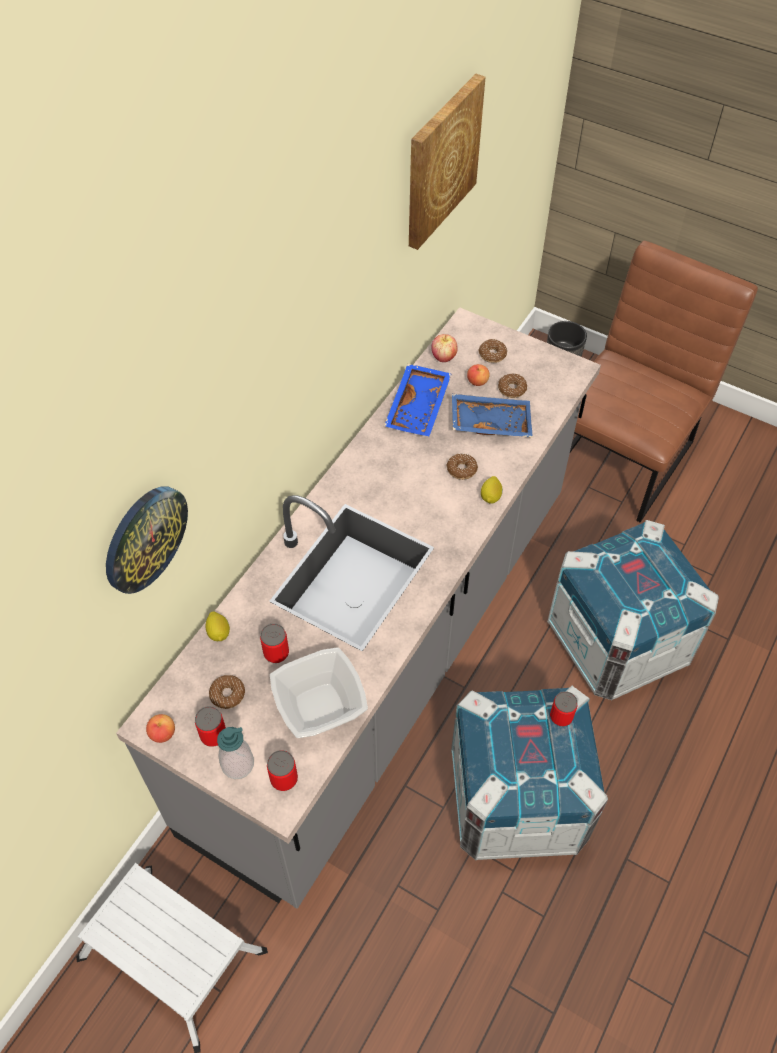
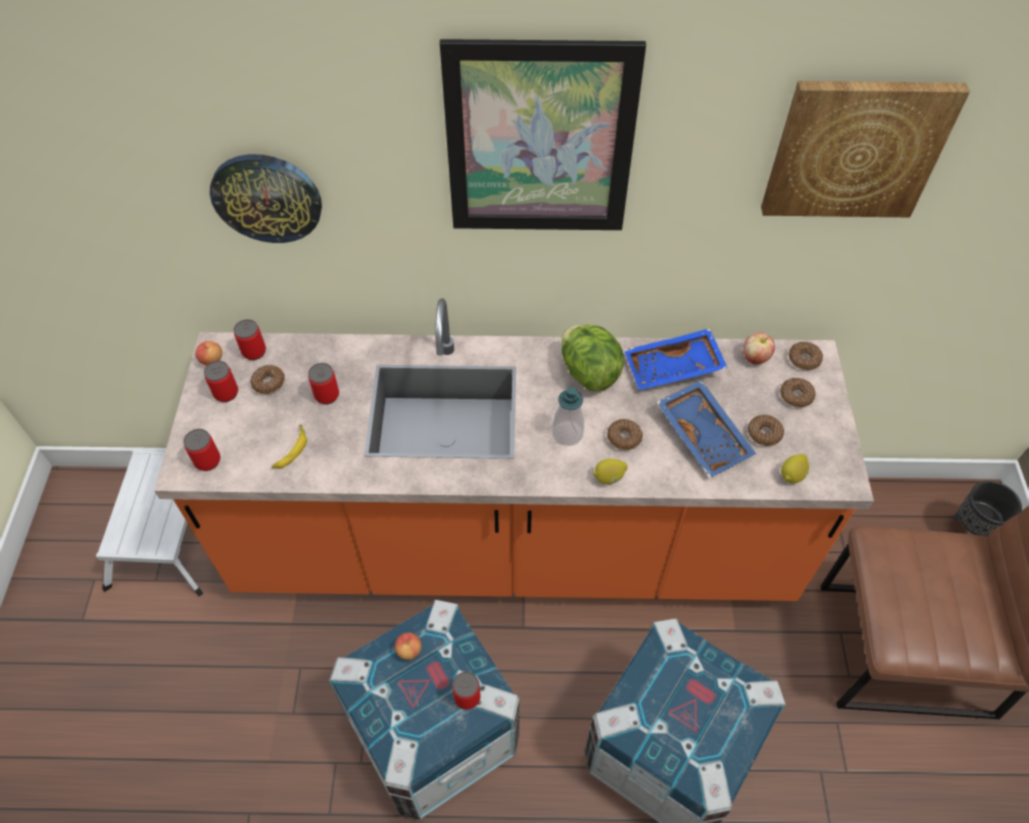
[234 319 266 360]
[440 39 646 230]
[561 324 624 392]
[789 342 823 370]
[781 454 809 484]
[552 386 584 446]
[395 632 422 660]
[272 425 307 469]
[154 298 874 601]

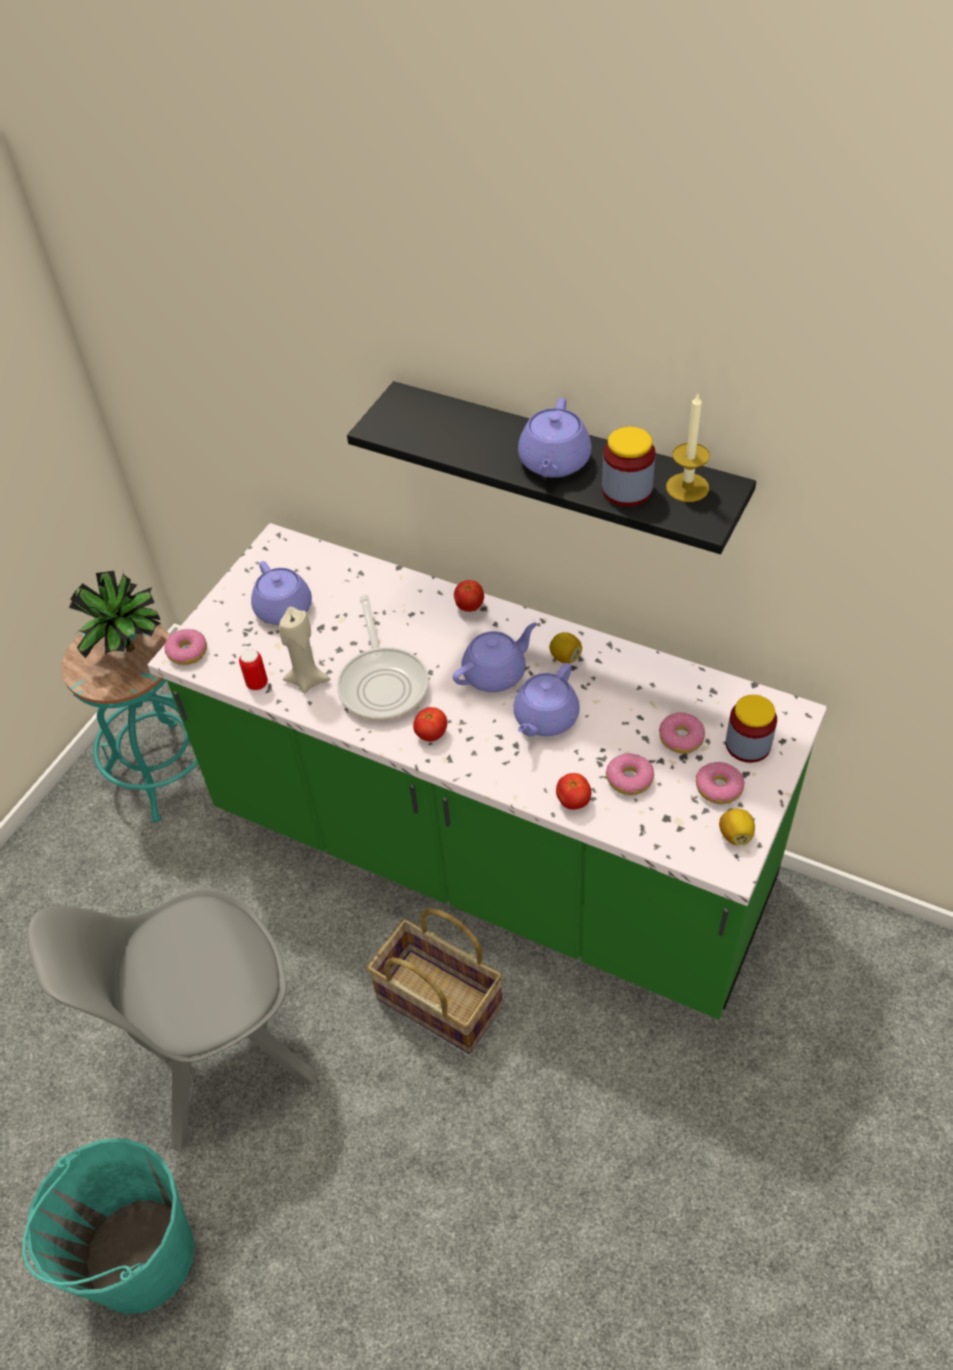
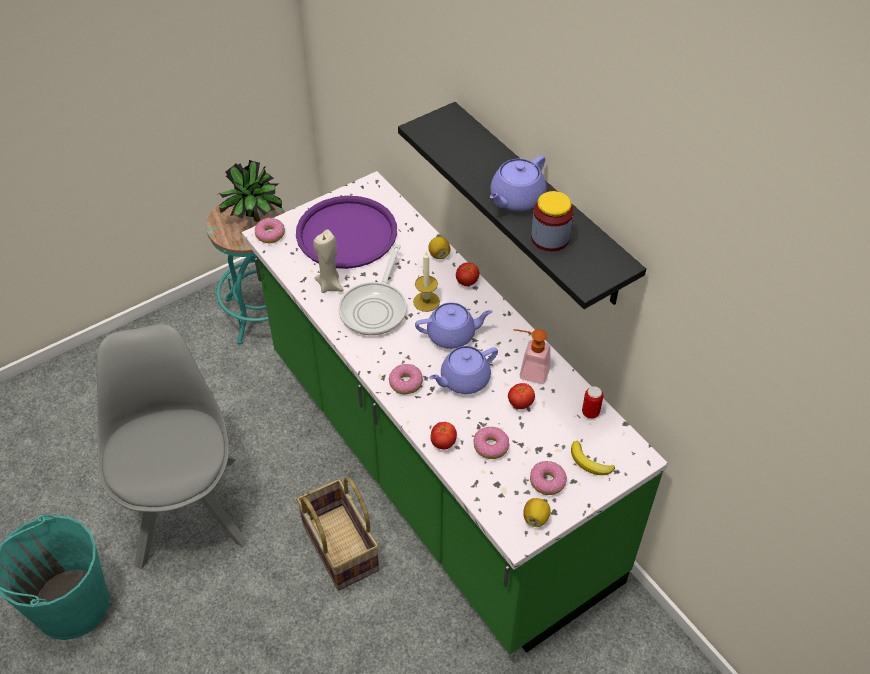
[514 329 550 384]
[582 386 603 419]
[508 383 535 409]
[428 237 450 259]
[389 364 423 394]
[413 252 440 312]
[296 196 397 269]
[571 441 615 475]
[97 324 247 569]

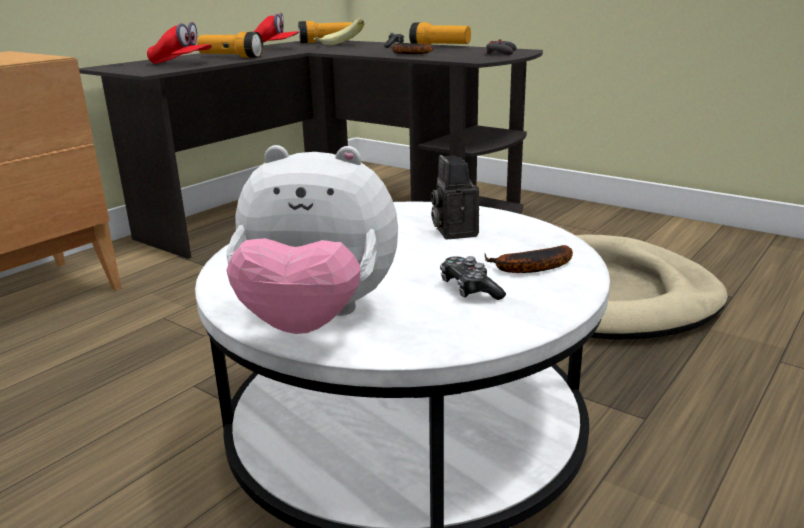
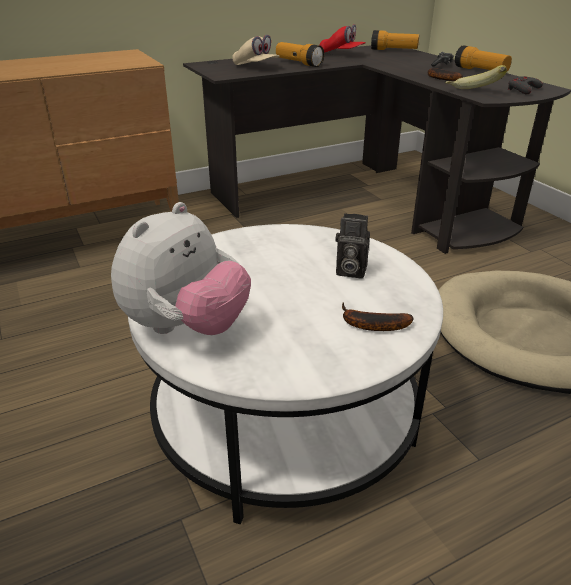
[440 256 506 300] (first image)
[446 65 507 89]
[232 35 279 65]
[111 202 251 335]
[335 213 370 279]

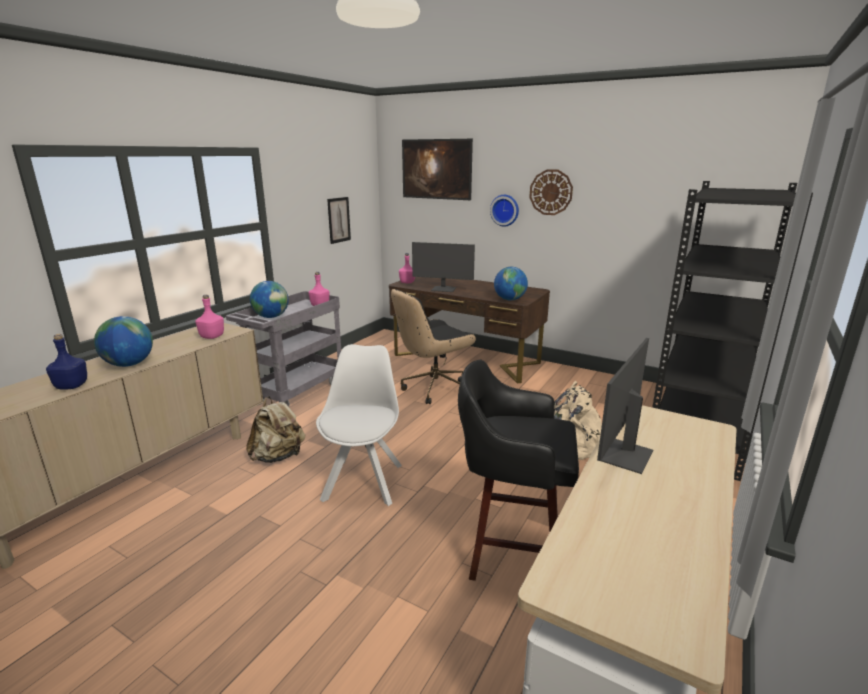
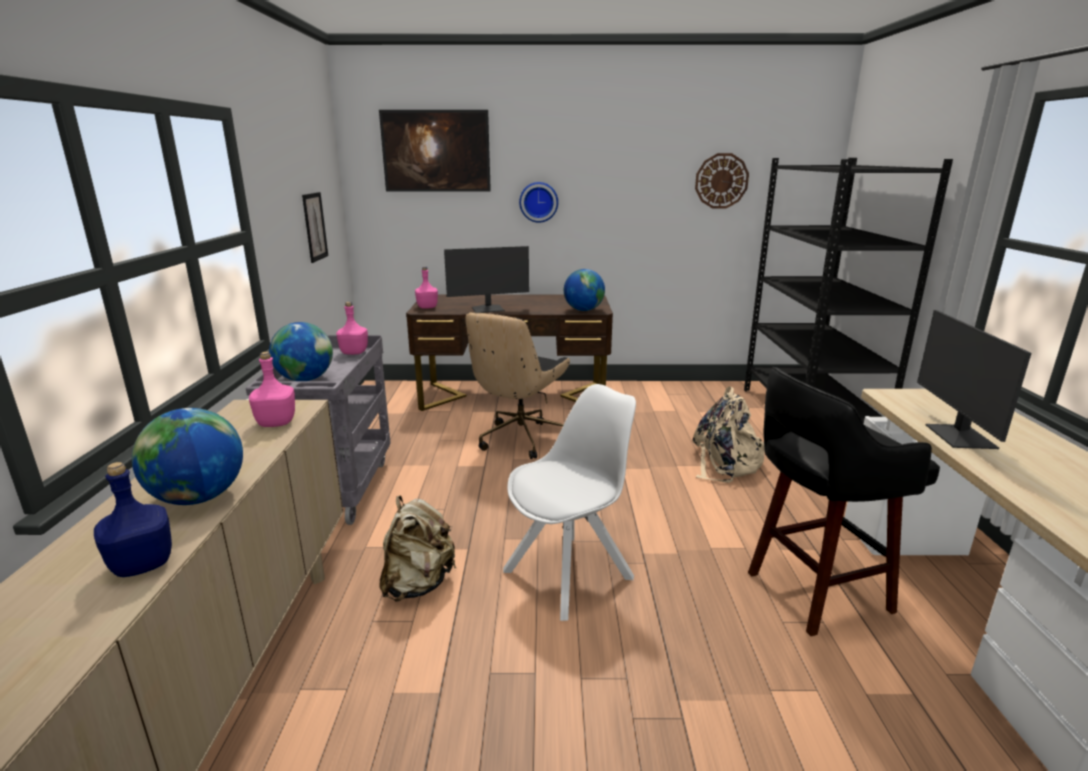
[695 153 749 209]
[503 384 636 621]

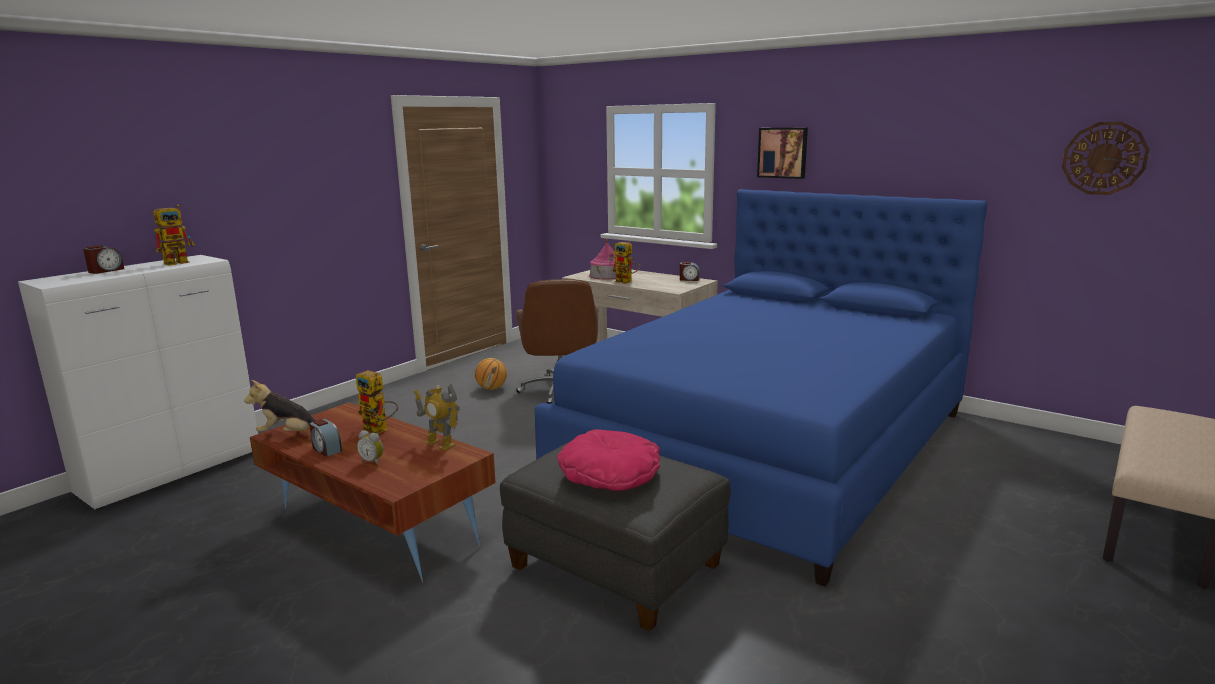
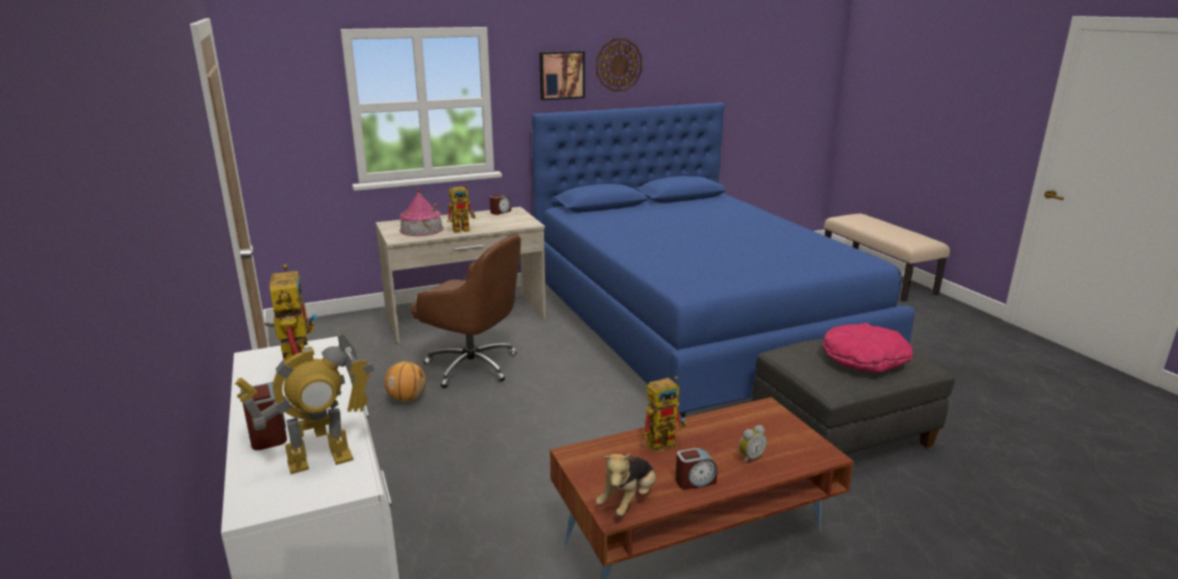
[235 330 374 474]
[596 38 642 92]

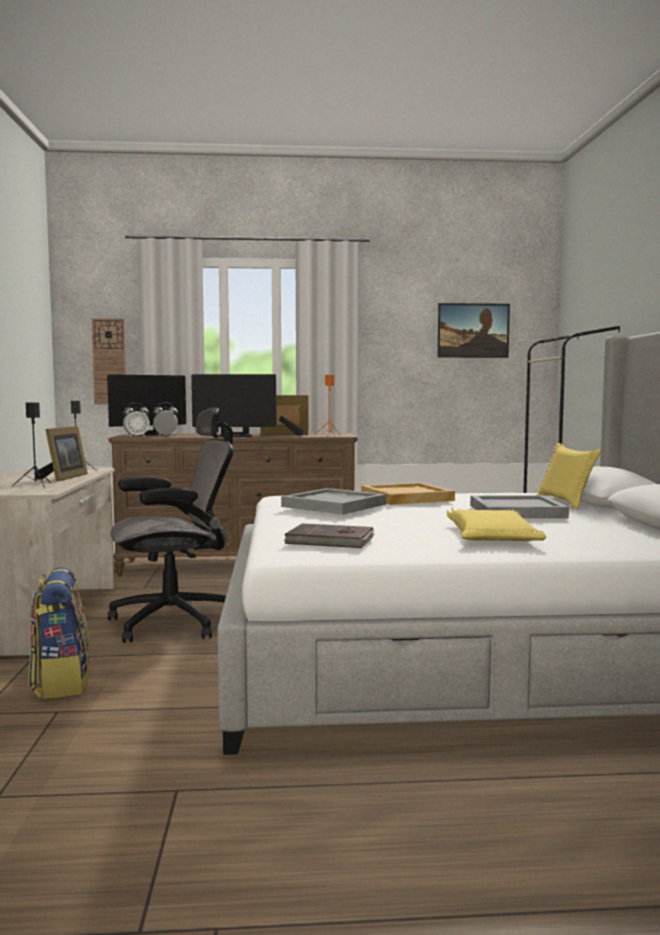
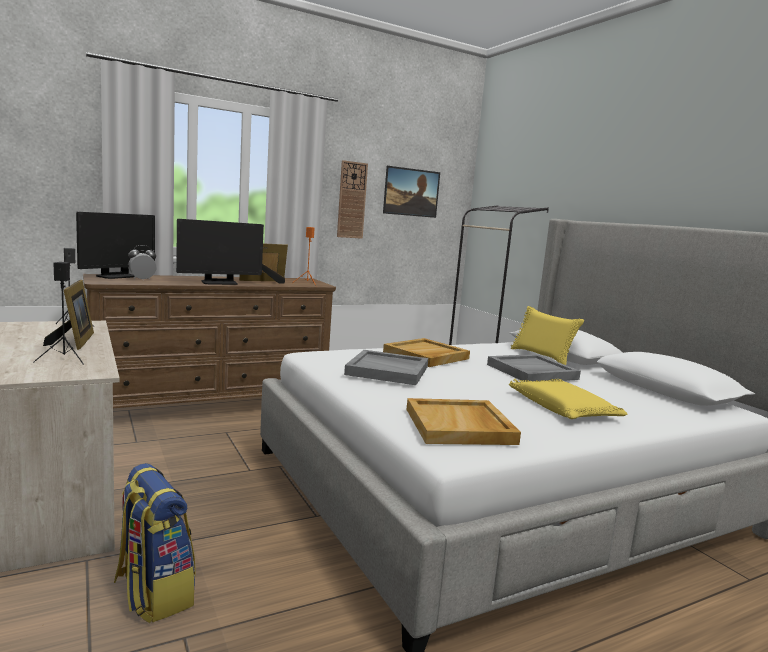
[108 407 234 643] (first image)
[123 403 150 437] (first image)
[337 160 368 239]
[406 398 521 445]

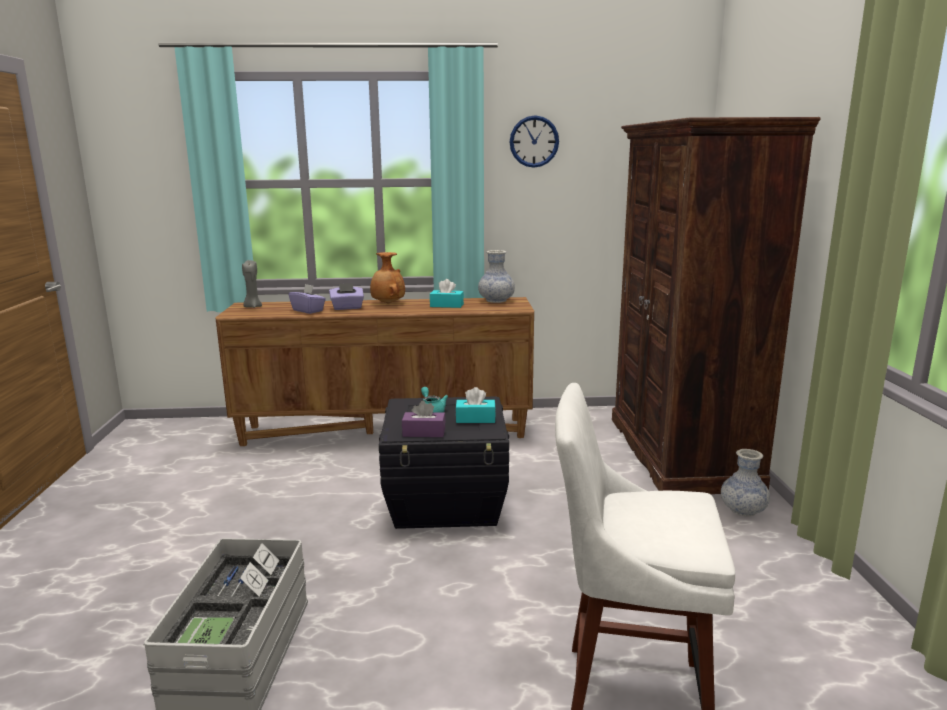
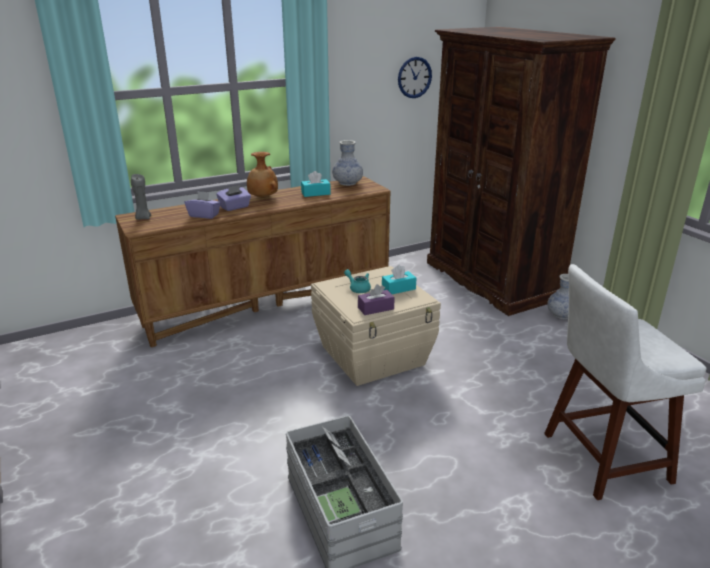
[398 57 432 98]
[311 266 441 386]

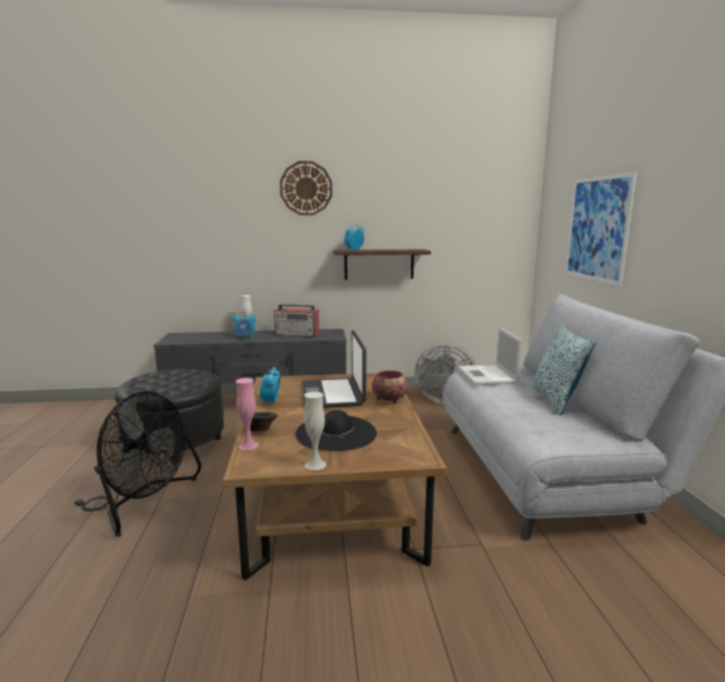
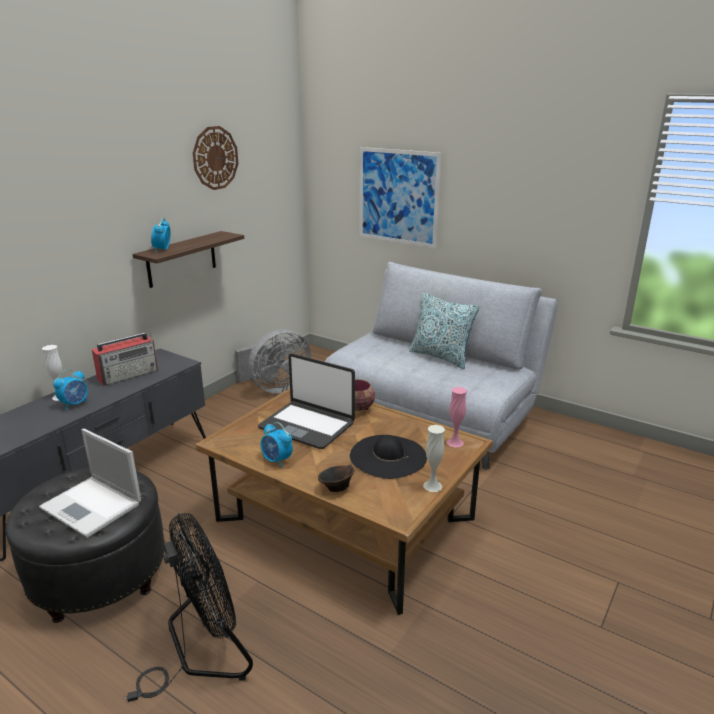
[447 387 467 447]
[193 126 238 190]
[39 429 141 538]

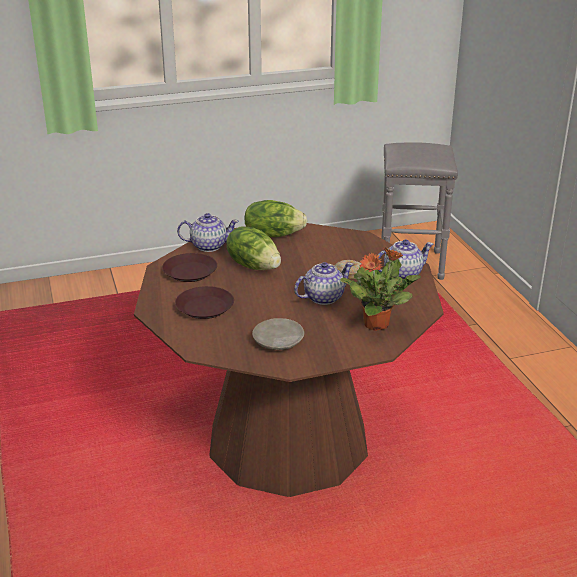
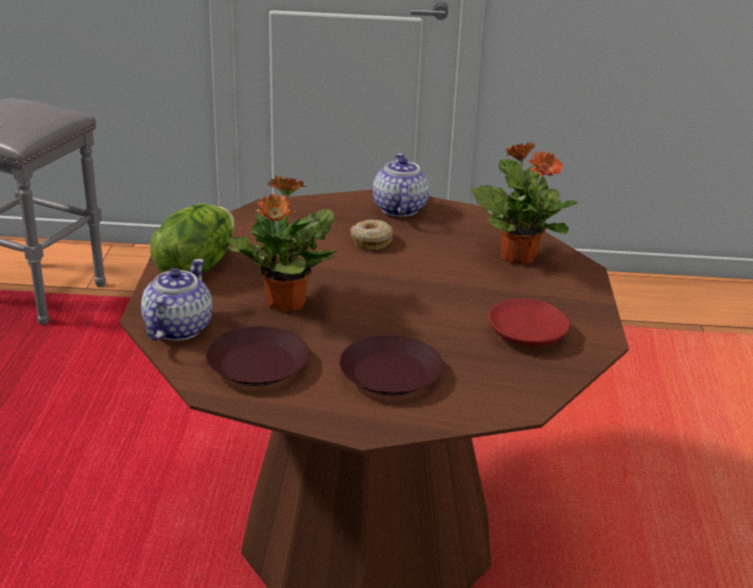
[294 262 354 305] (first image)
[227 175 336 312]
[489 298 570 346]

